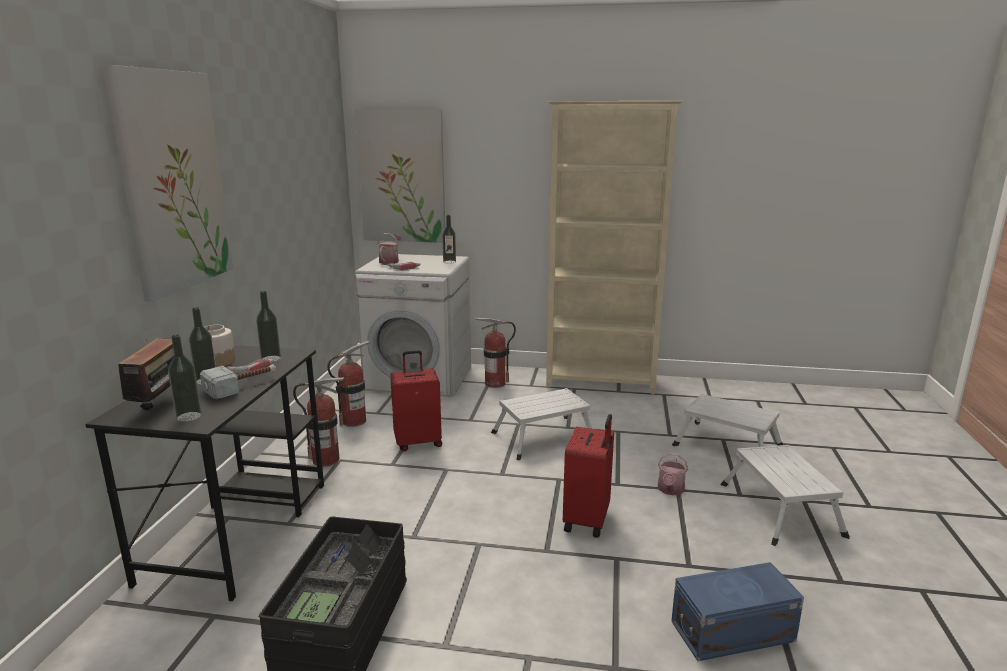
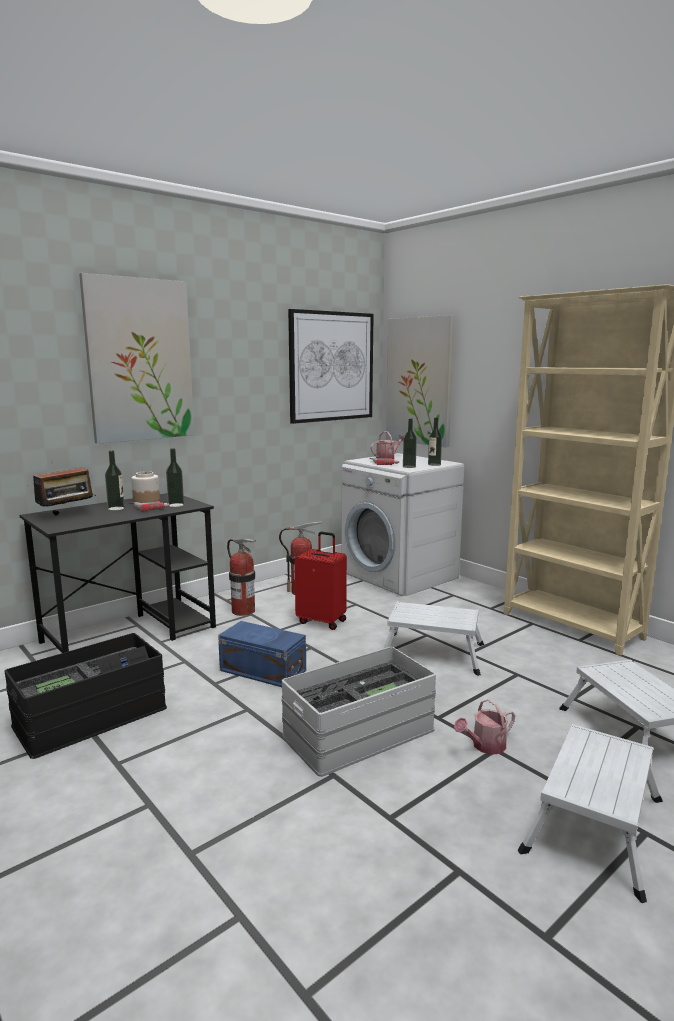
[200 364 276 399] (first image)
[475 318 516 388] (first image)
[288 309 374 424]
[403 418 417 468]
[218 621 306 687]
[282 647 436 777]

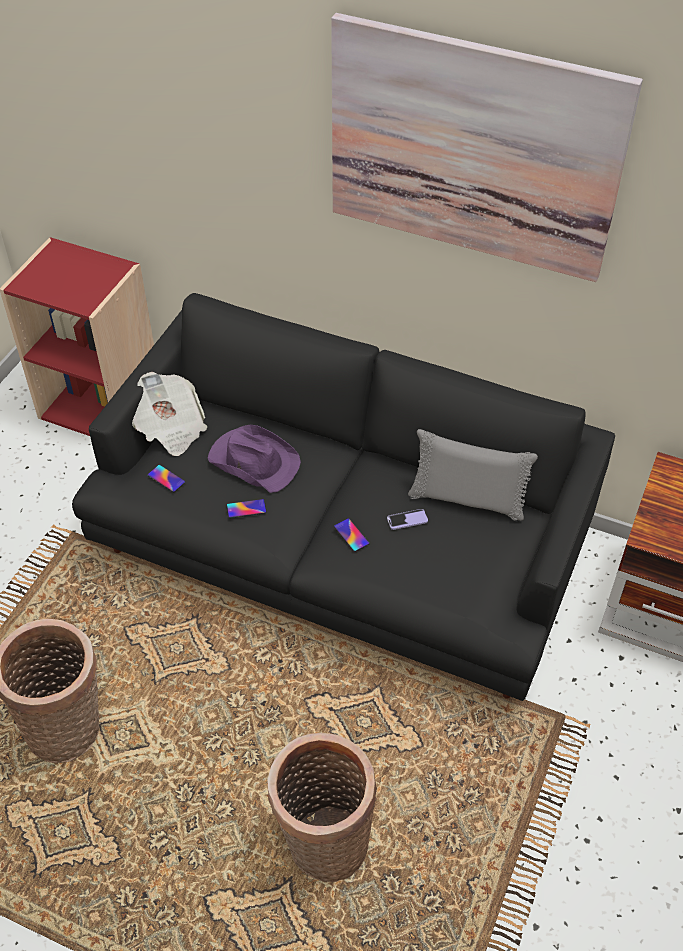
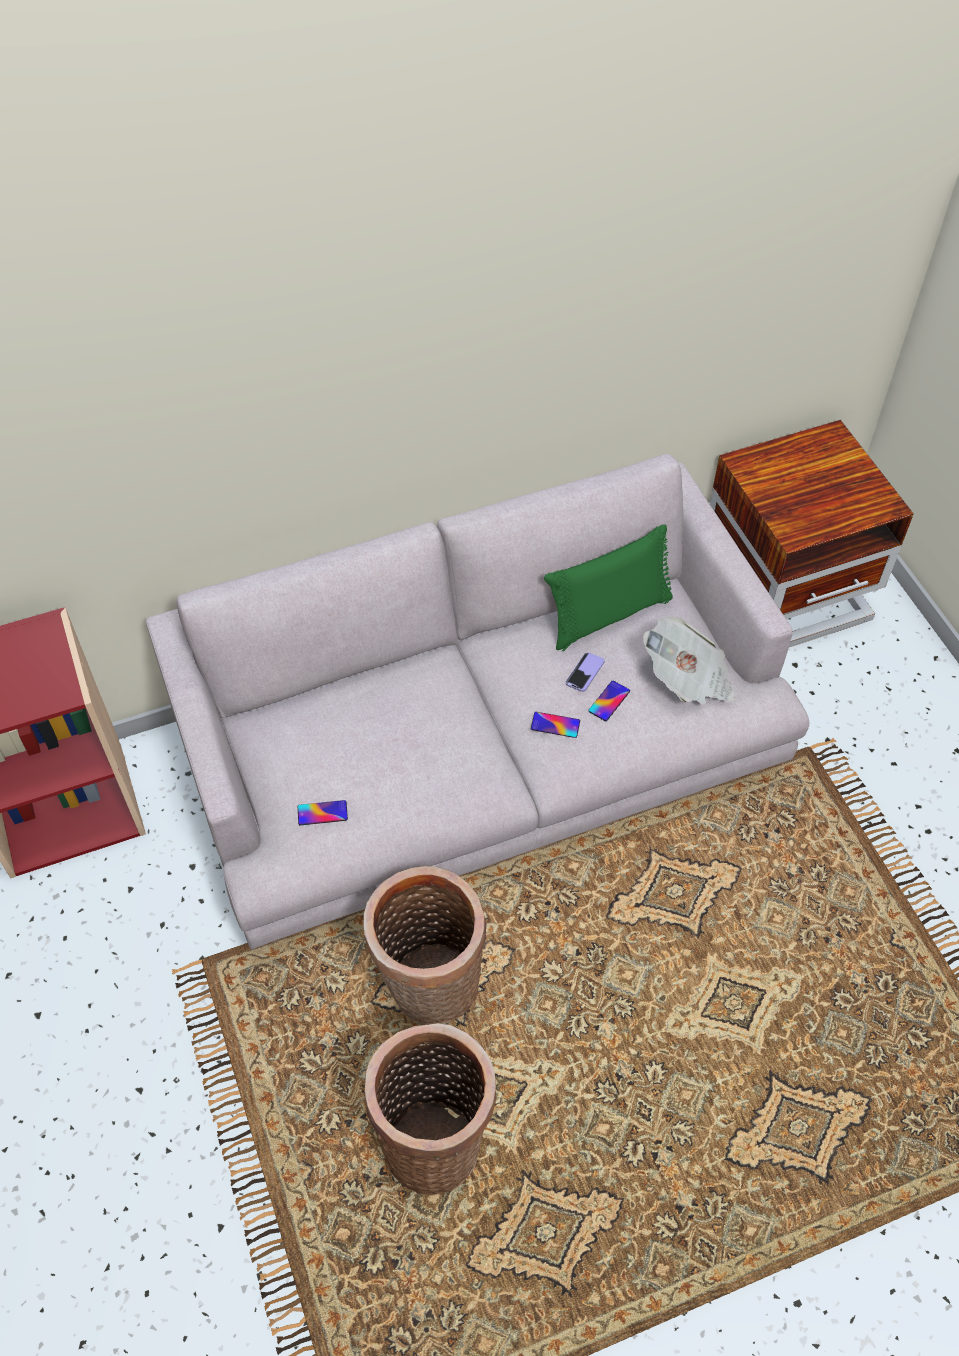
[208 425 301 493] (first image)
[331 13 643 282] (first image)
[643 617 735 705]
[588 681 630 721]
[364 866 486 1025]
[146 454 809 949]
[544 524 673 652]

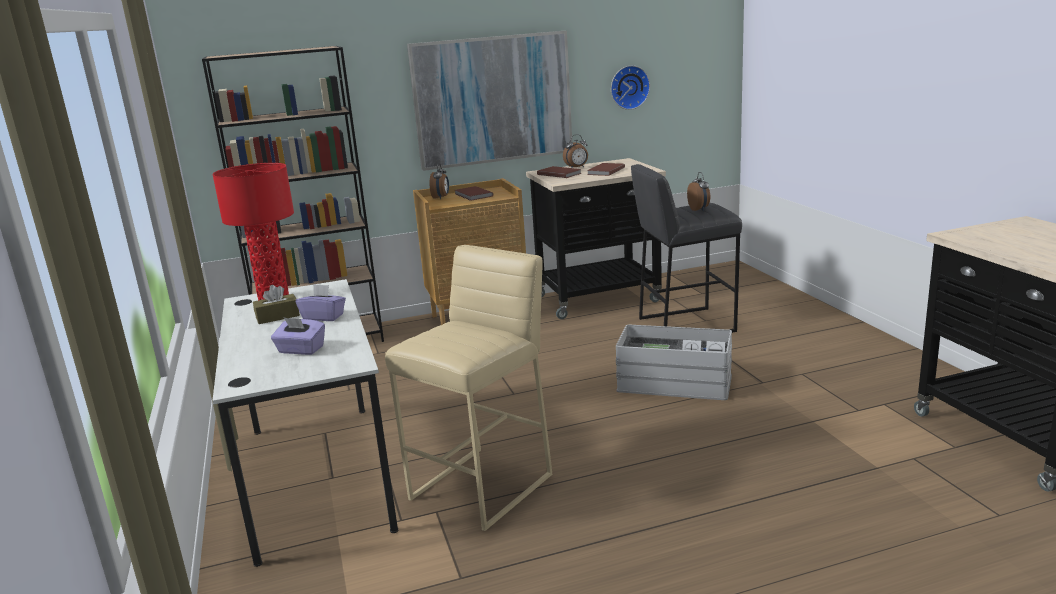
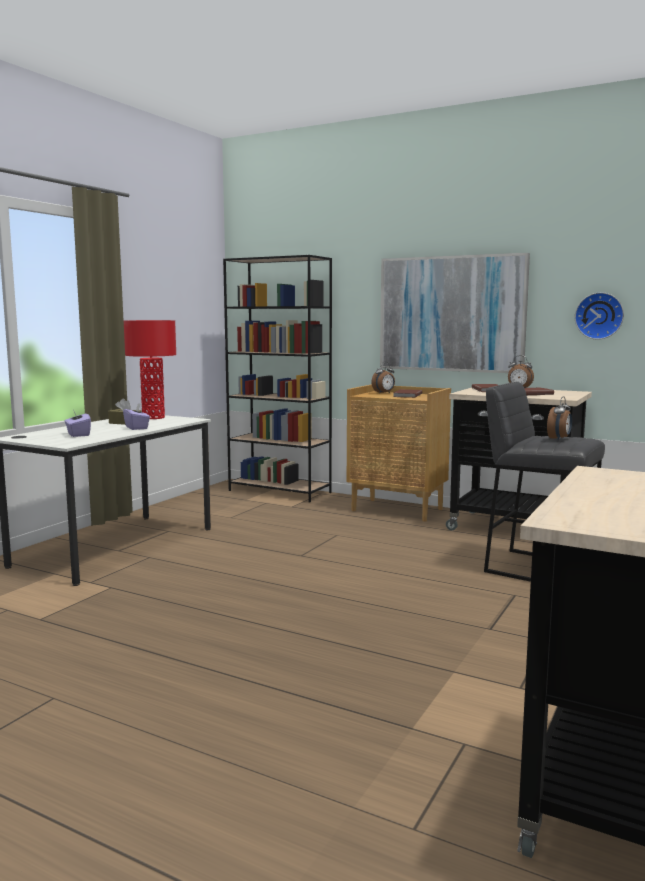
[385 245 552 531] (first image)
[616 324 732 400] (first image)

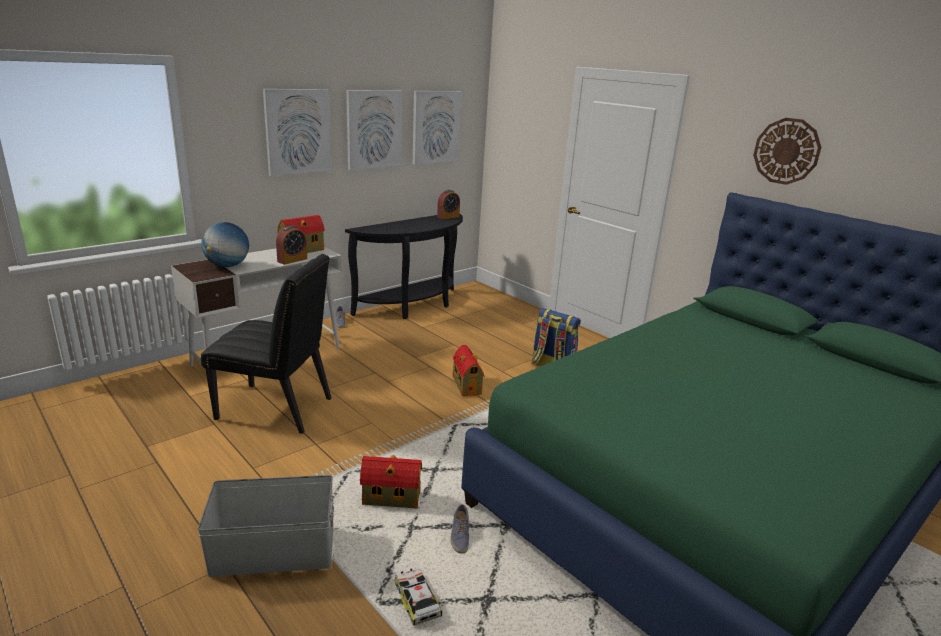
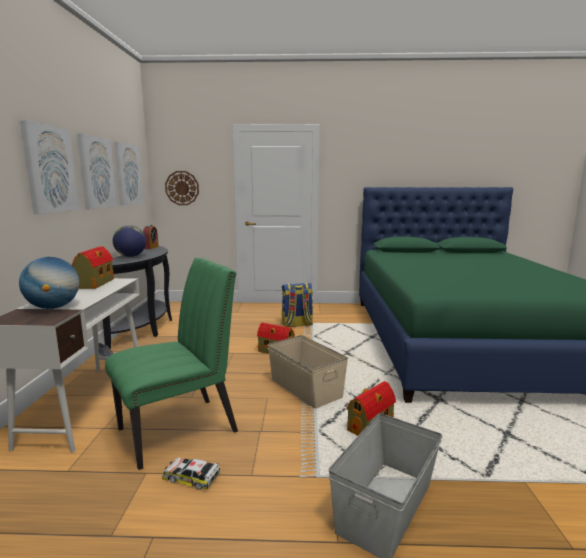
[276 226 307 265] (first image)
[450 504 469 554] (first image)
[113 225 146 257]
[268 335 348 409]
[162 458 220 490]
[165 171 199 205]
[105 258 238 470]

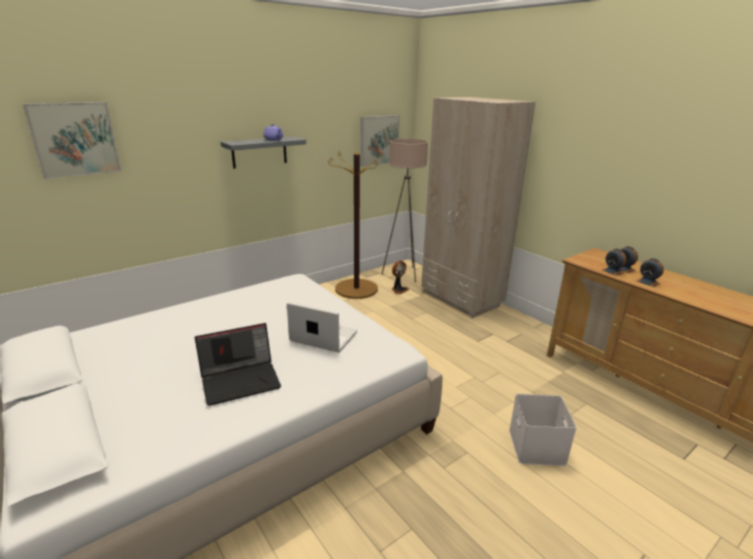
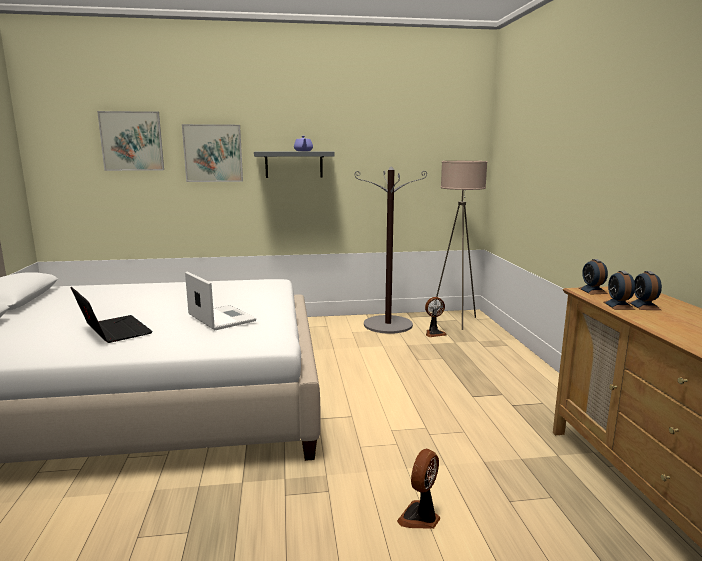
[421 97 536 318] (first image)
[182 124 243 182]
[578 259 608 294]
[397 449 440 529]
[354 166 427 334]
[71 287 153 343]

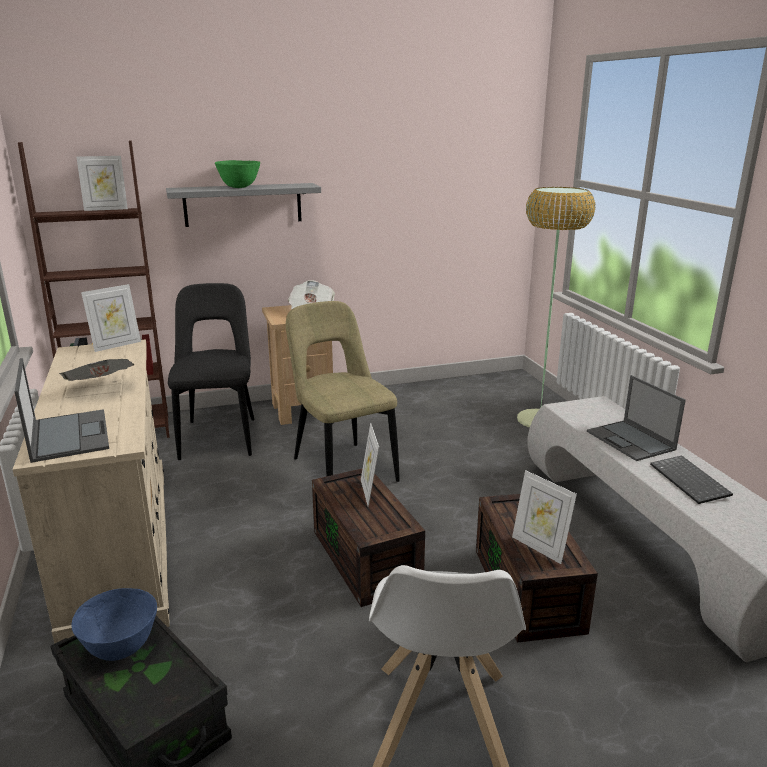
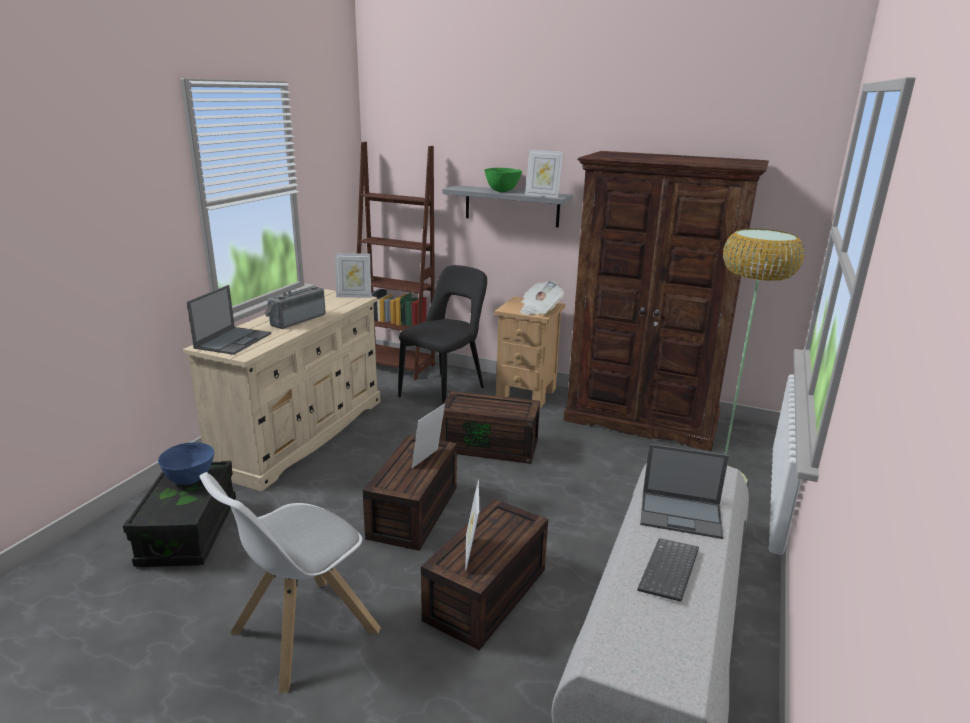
[564 151 769 451]
[525 150 563 198]
[265 286 326 329]
[439 391 540 464]
[640 444 729 539]

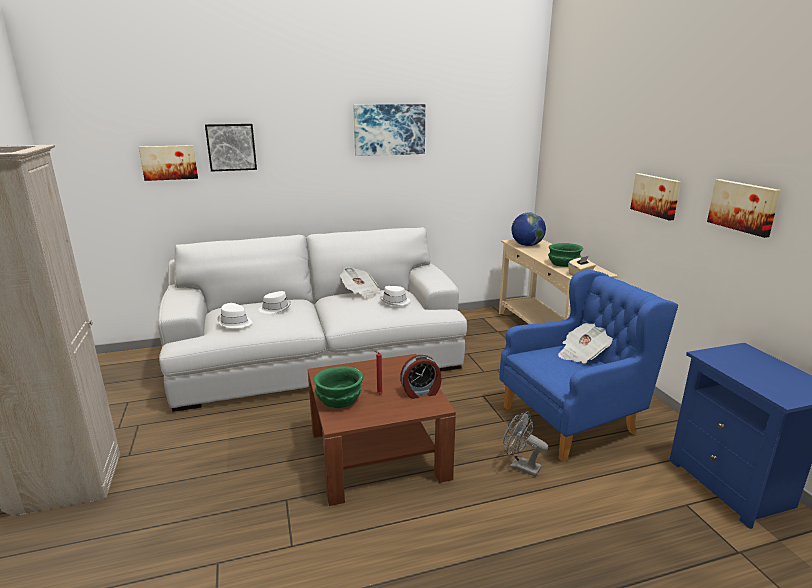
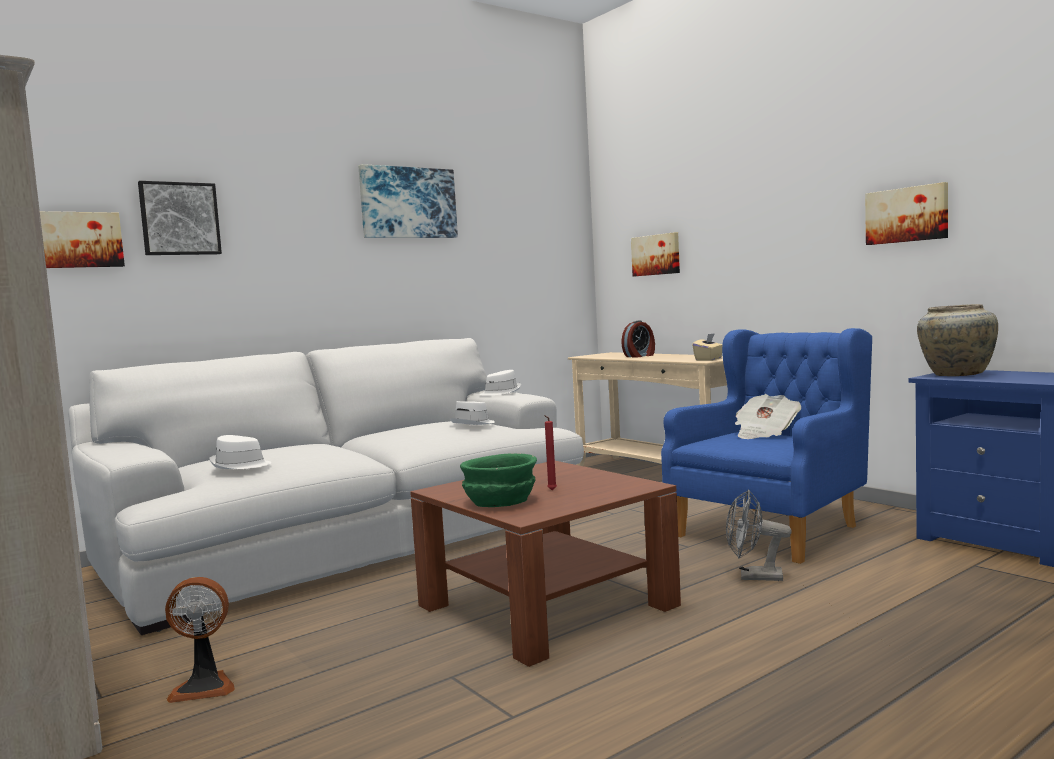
[340 267 380 299] (first image)
[512 212 546 246] (first image)
[548 243 583 267] (first image)
[165 577 235 703]
[917 304 998 376]
[480 370 521 395]
[622 320 655 358]
[631 232 680 276]

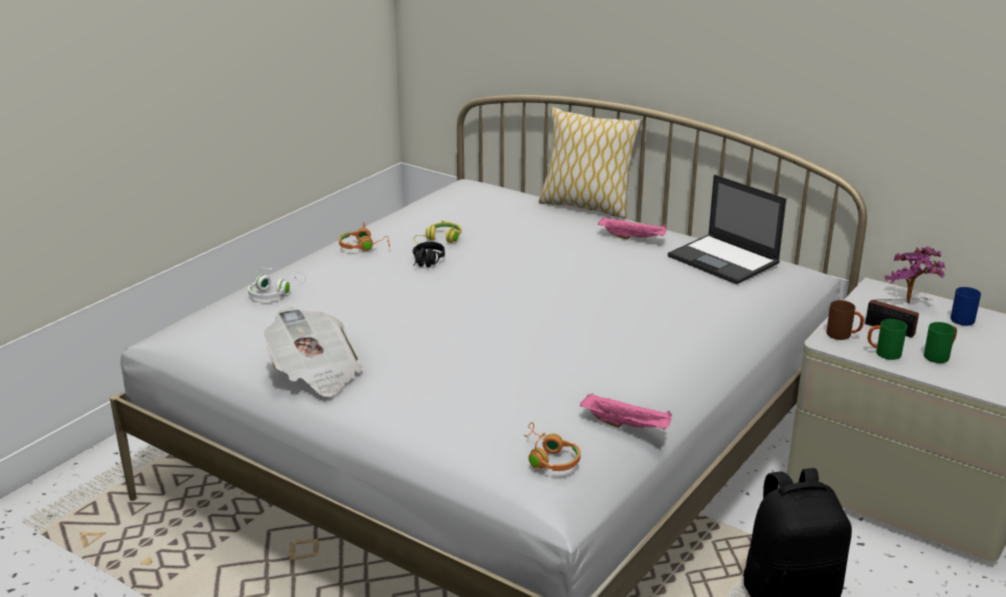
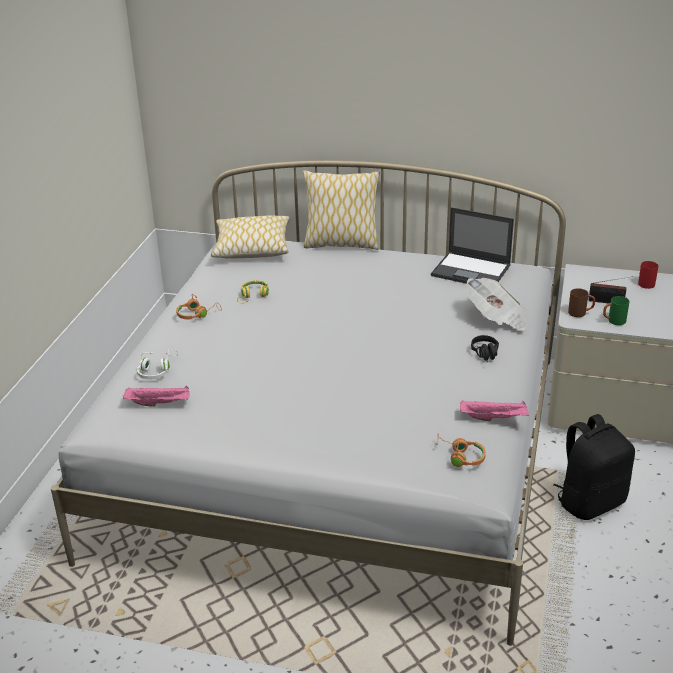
[885 246 946 303] (first image)
[924 322 957 363] (first image)
[211 215 290 259]
[467 278 526 331]
[471 335 499 362]
[123 386 190 407]
[638 261 658 289]

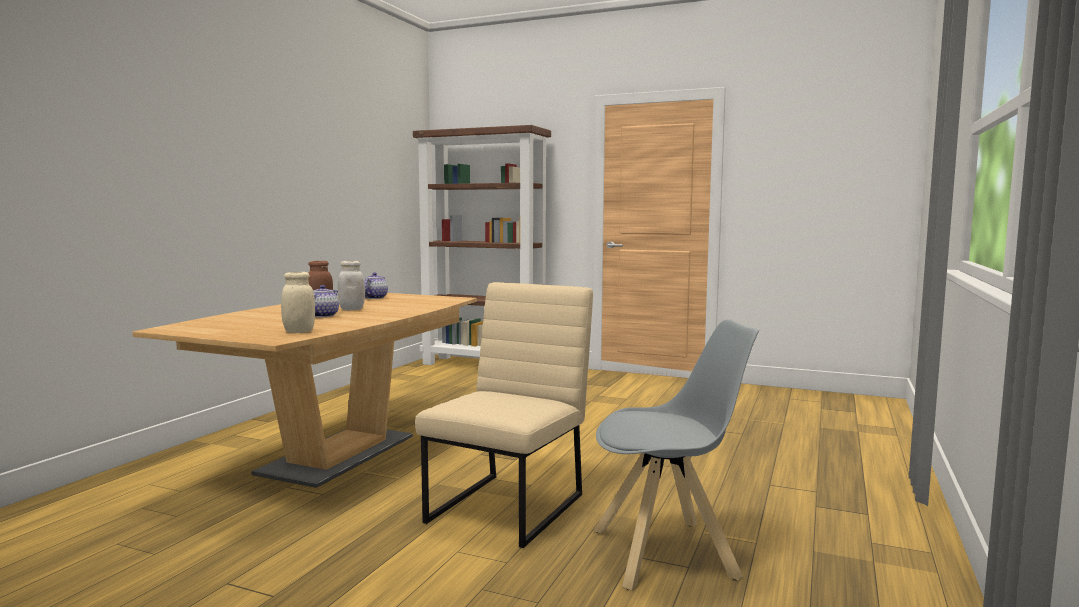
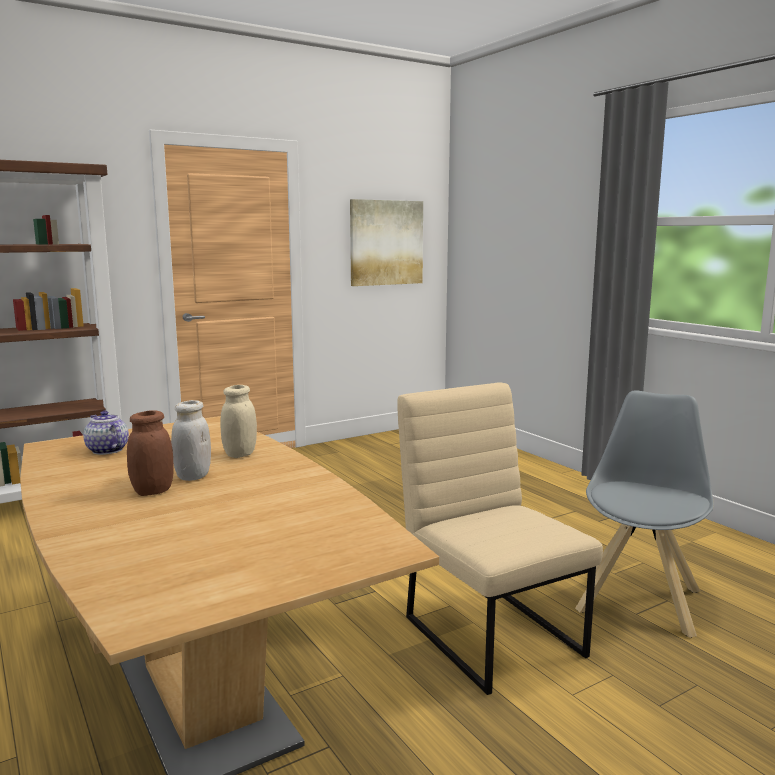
[313 285 339 317] (first image)
[350 199 423 286]
[220 385 257 458]

